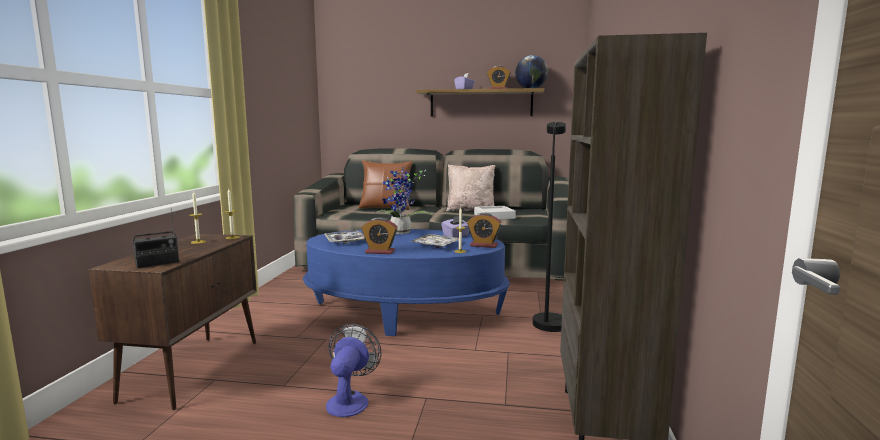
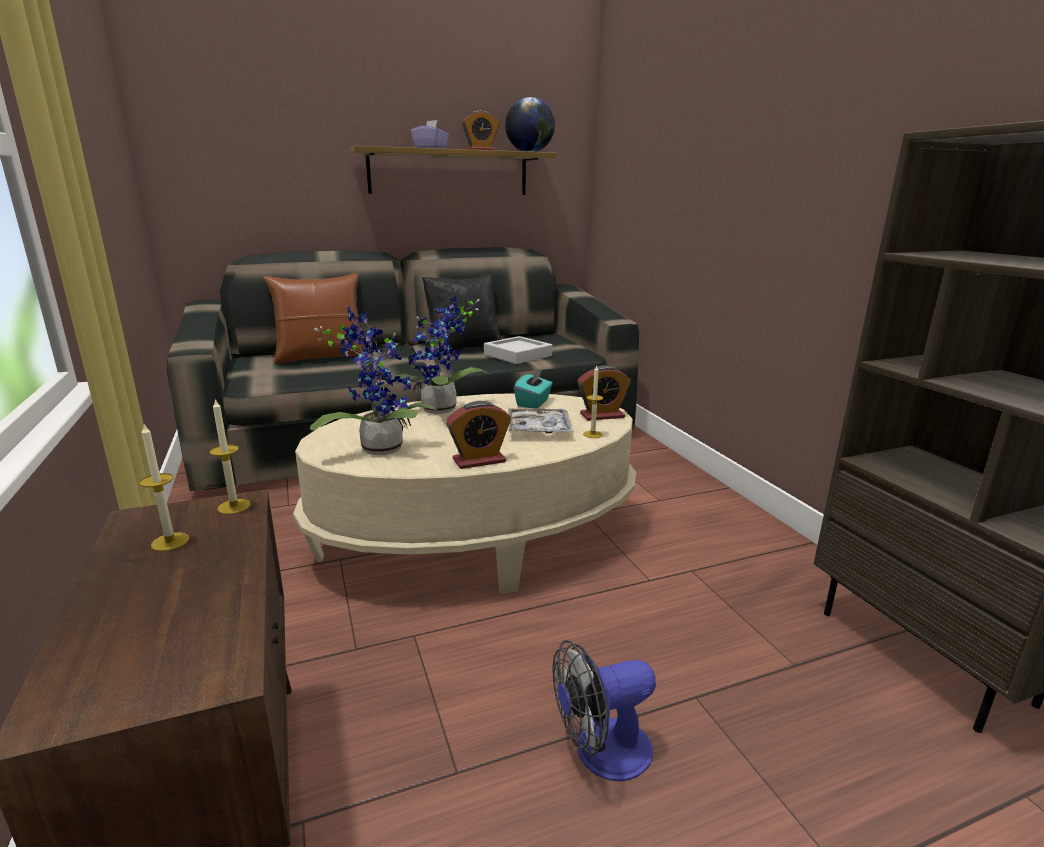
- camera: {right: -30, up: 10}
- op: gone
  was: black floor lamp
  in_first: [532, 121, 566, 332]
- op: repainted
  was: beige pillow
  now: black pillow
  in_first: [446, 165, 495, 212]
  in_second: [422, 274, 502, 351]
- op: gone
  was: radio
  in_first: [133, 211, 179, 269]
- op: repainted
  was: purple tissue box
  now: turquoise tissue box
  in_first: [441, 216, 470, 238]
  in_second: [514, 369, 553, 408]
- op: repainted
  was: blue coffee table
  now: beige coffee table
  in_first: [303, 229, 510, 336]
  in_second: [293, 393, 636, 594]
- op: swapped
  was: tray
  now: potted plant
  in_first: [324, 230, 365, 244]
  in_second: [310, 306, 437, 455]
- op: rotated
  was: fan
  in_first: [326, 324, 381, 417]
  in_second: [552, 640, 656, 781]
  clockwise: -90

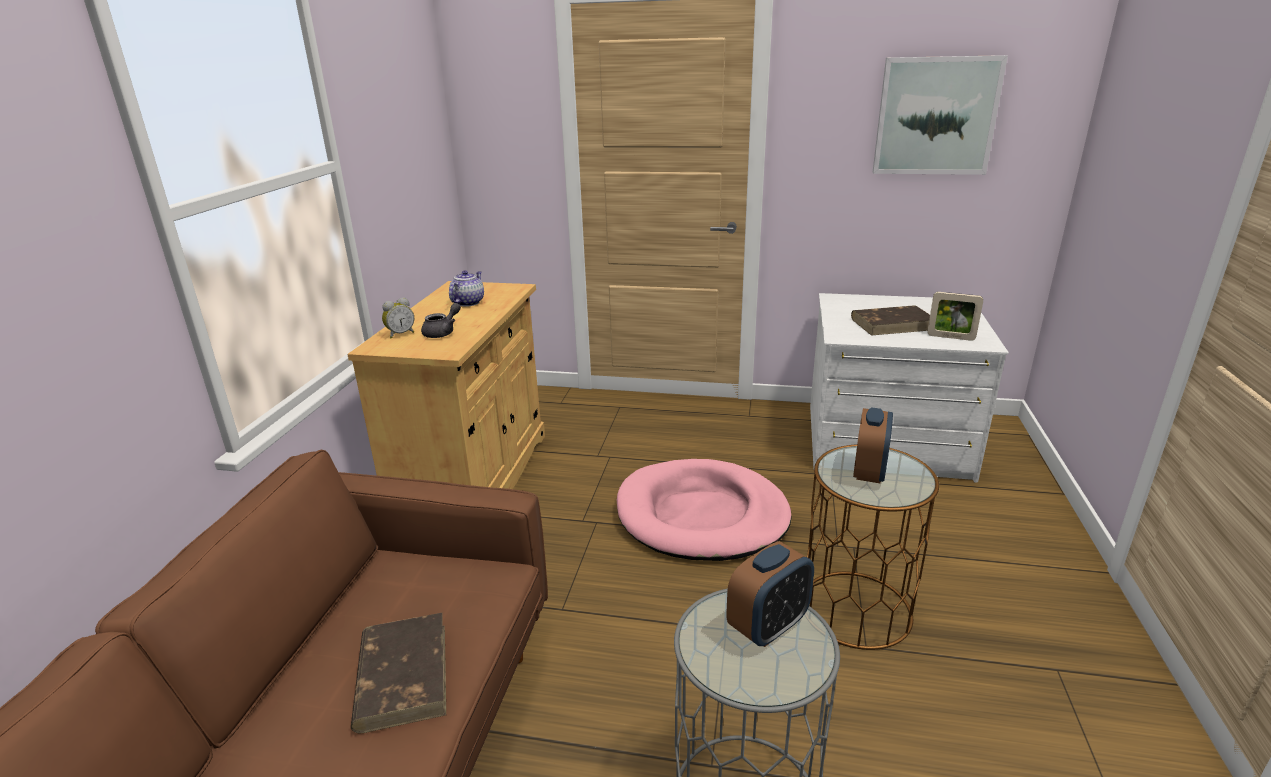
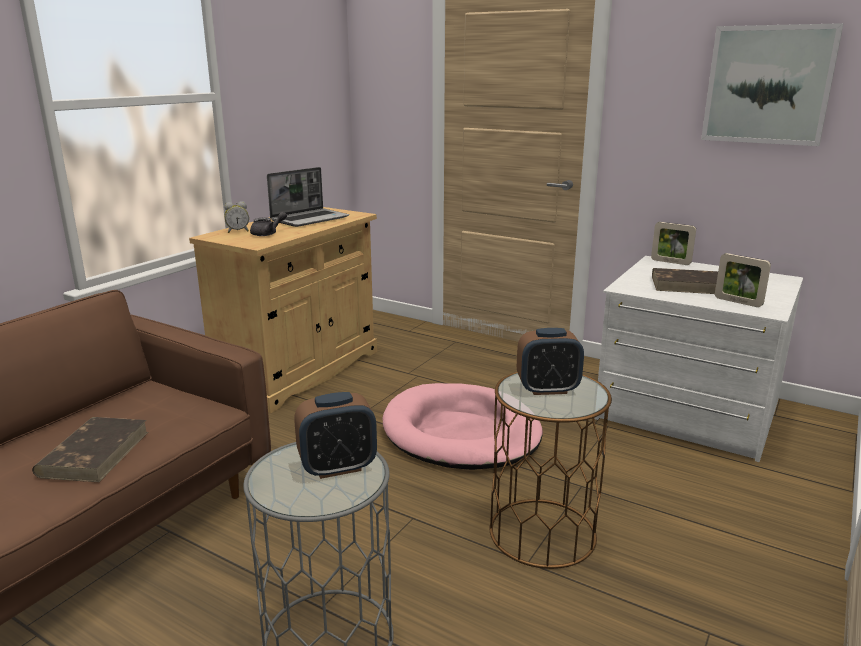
- camera: {right: 20, up: -5}
- op: swapped
  was: teapot
  now: laptop
  in_first: [449, 270, 484, 306]
  in_second: [267, 167, 349, 227]
- op: rotated
  was: alarm clock
  in_first: [853, 407, 893, 483]
  in_second: [517, 328, 584, 395]
  clockwise: 45
- op: new
  now: picture frame
  in_second: [651, 222, 696, 265]

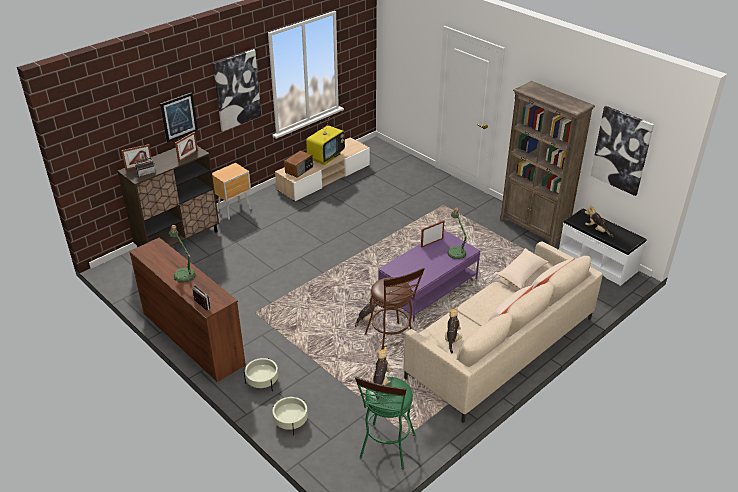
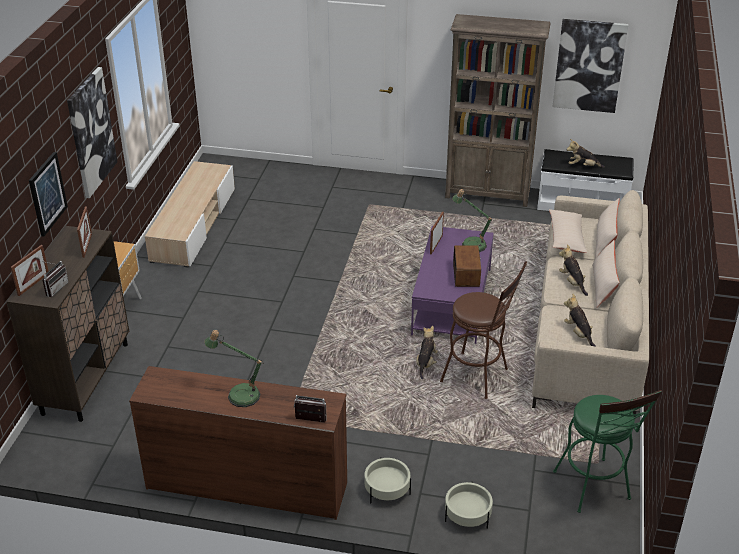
- camera: {right: -35, up: 0}
- op: gone
  was: television
  in_first: [306, 119, 345, 165]
- op: shifted
  was: radio
  in_first: [284, 151, 313, 178]
  in_second: [453, 245, 481, 287]
- op: shifted
  was: plush toy
  in_first: [371, 347, 391, 399]
  in_second: [559, 244, 588, 296]

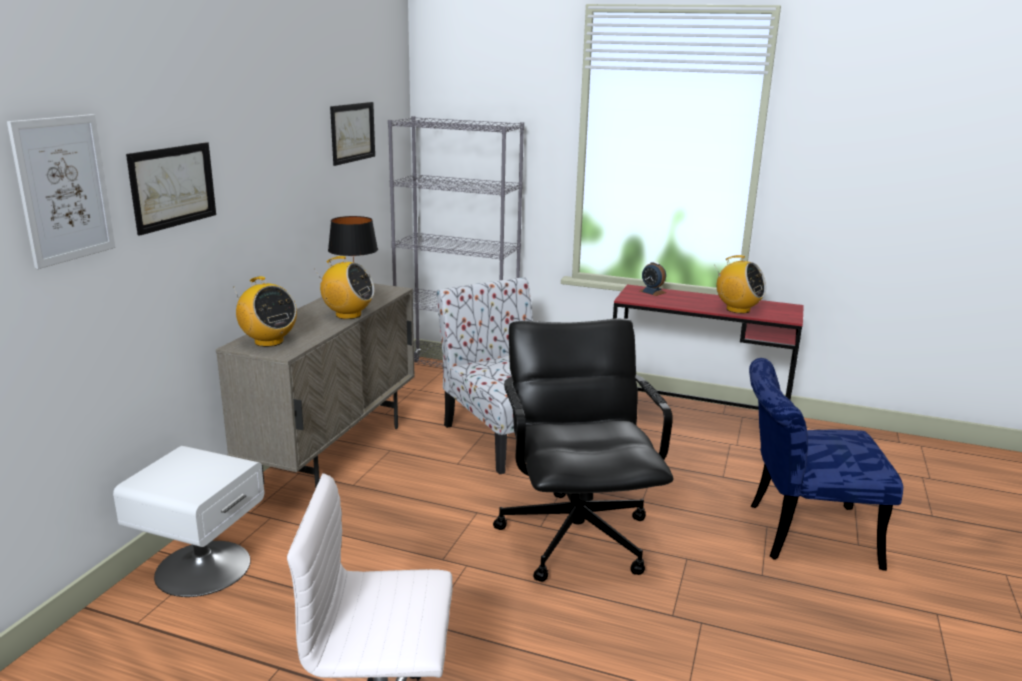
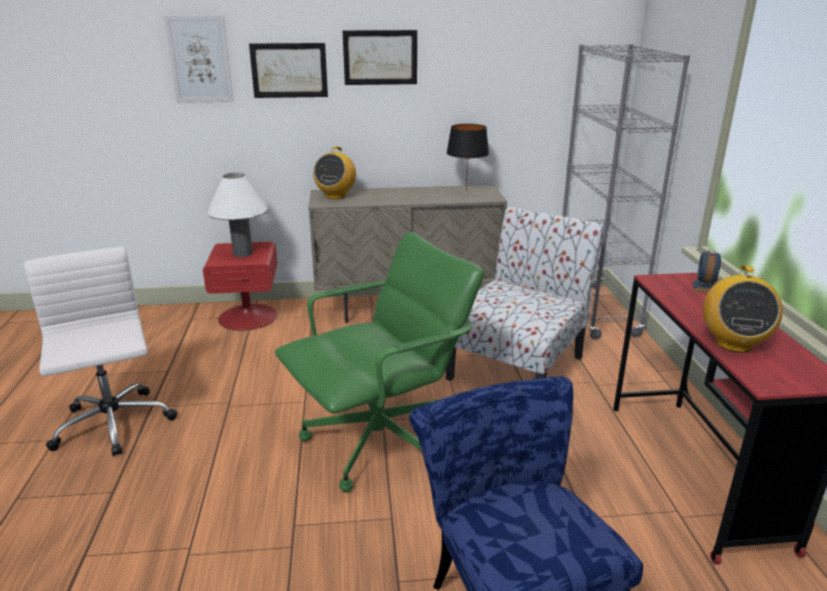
- camera: {right: 65, up: 5}
- op: shifted
  was: picture
  in_first: [330, 102, 375, 166]
  in_second: [343, 30, 417, 85]
- op: gone
  was: radio
  in_first: [314, 256, 374, 319]
- op: repainted
  was: black office chair
  now: green office chair
  in_first: [493, 318, 674, 582]
  in_second: [275, 232, 484, 493]
- op: repainted
  was: white nightstand
  now: red nightstand
  in_first: [113, 446, 264, 597]
  in_second: [203, 242, 277, 331]
- op: new
  now: white table lamp
  in_second: [207, 173, 268, 257]

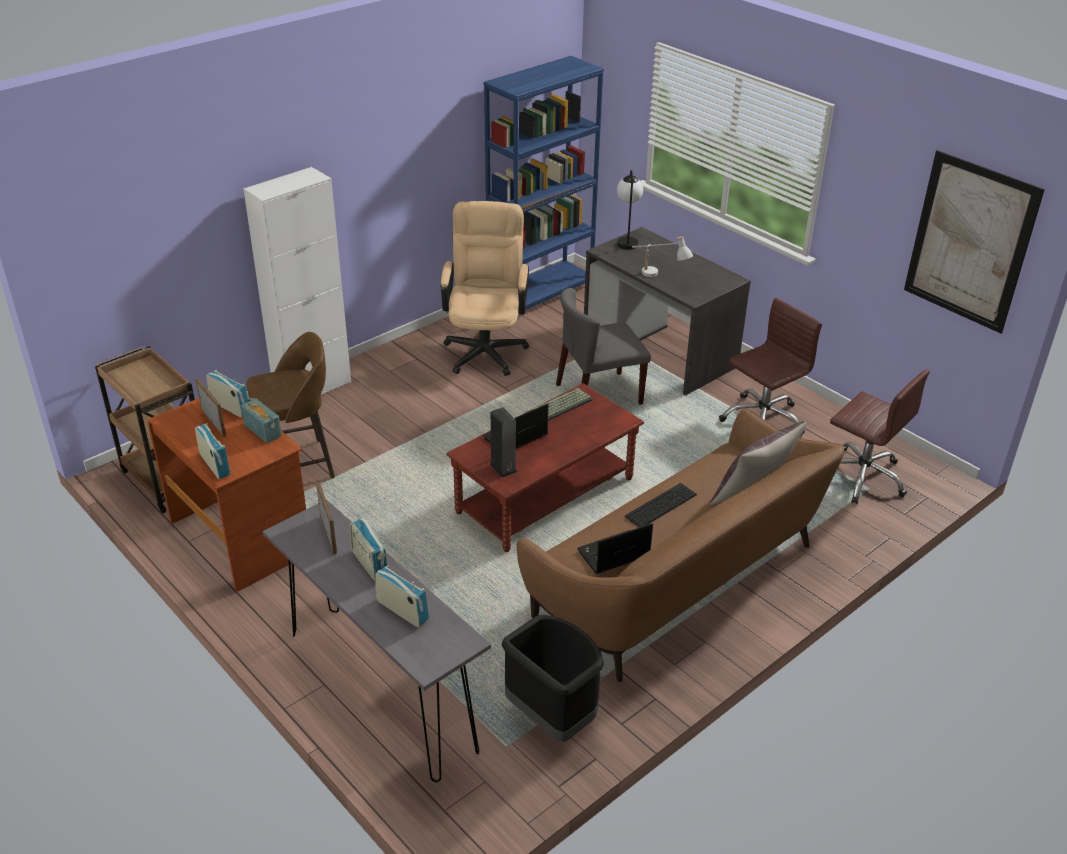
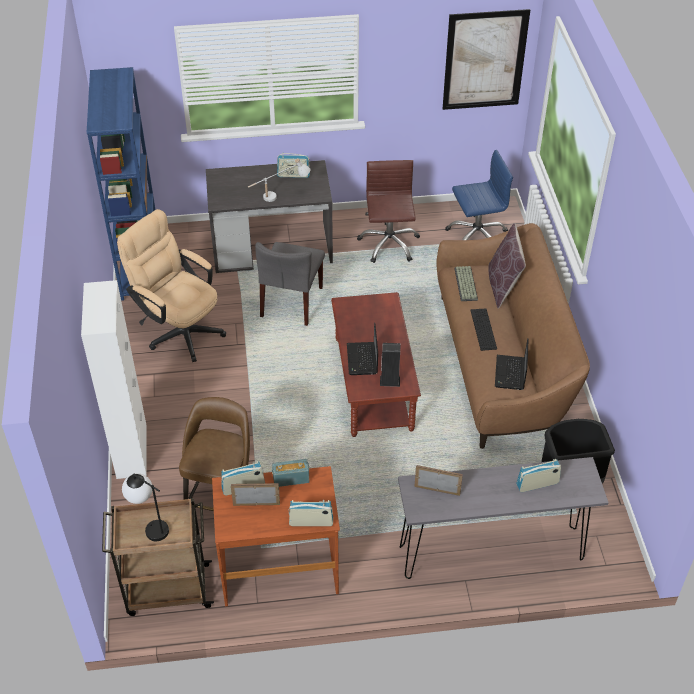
- camera: {right: -55, up: 10}
- op: shifted
  was: table lamp
  in_first: [617, 170, 643, 250]
  in_second: [122, 473, 169, 541]
- op: repainted
  was: brown office chair
  now: blue office chair
  in_first: [830, 370, 930, 504]
  in_second: [445, 150, 513, 240]
- op: shifted
  was: keyboard
  in_first: [530, 388, 592, 421]
  in_second: [454, 266, 478, 301]
- op: shifted
  was: radio
  in_first: [350, 517, 387, 582]
  in_second: [277, 153, 310, 178]

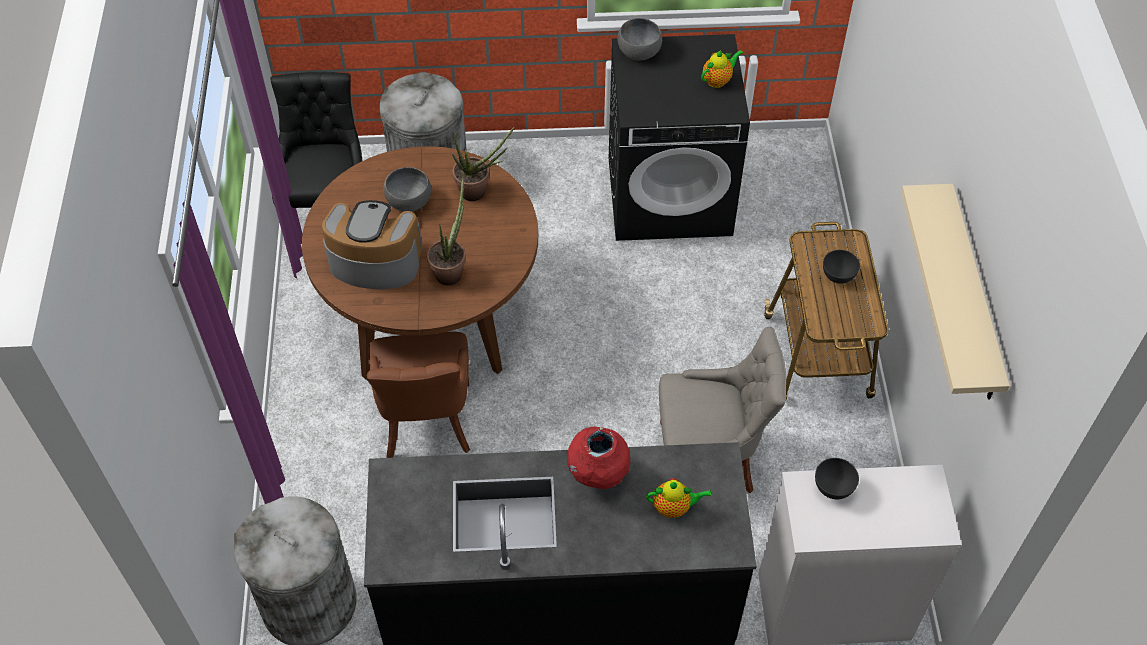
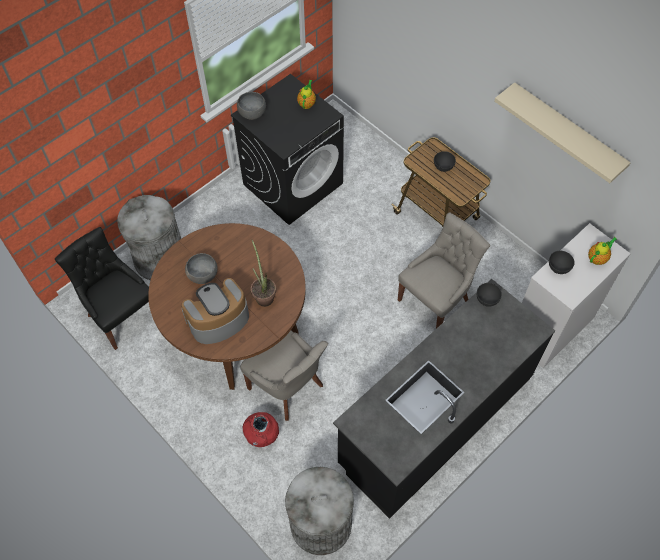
- camera: {right: -40, up: 5}
- op: gone
  was: potted plant
  in_first: [452, 127, 514, 201]
- op: repainted
  was: brown chair
  now: grey chair
  in_first: [367, 332, 470, 458]
  in_second: [240, 330, 328, 421]
- op: shifted
  was: red vase
  in_first: [567, 427, 630, 489]
  in_second: [242, 412, 279, 447]
- op: shifted
  was: teapot
  in_first: [646, 478, 712, 518]
  in_second: [588, 237, 617, 265]
- op: new
  now: grey bowl
  in_second: [477, 283, 502, 307]

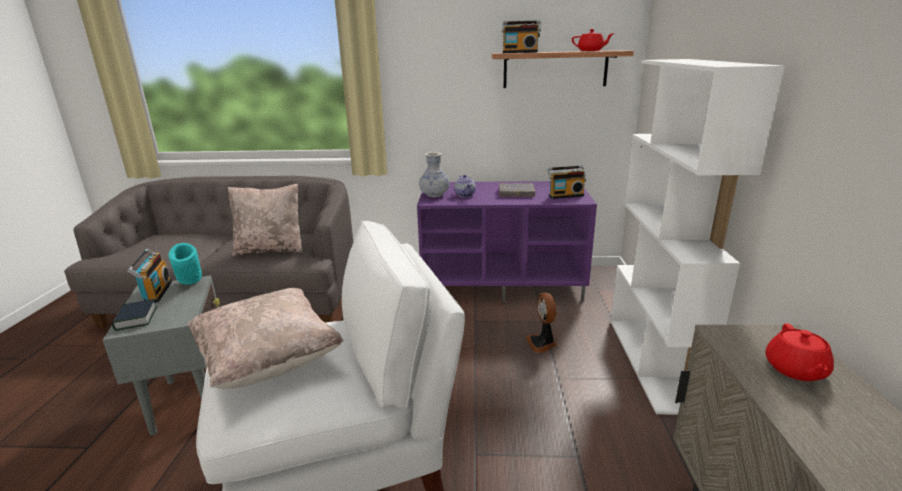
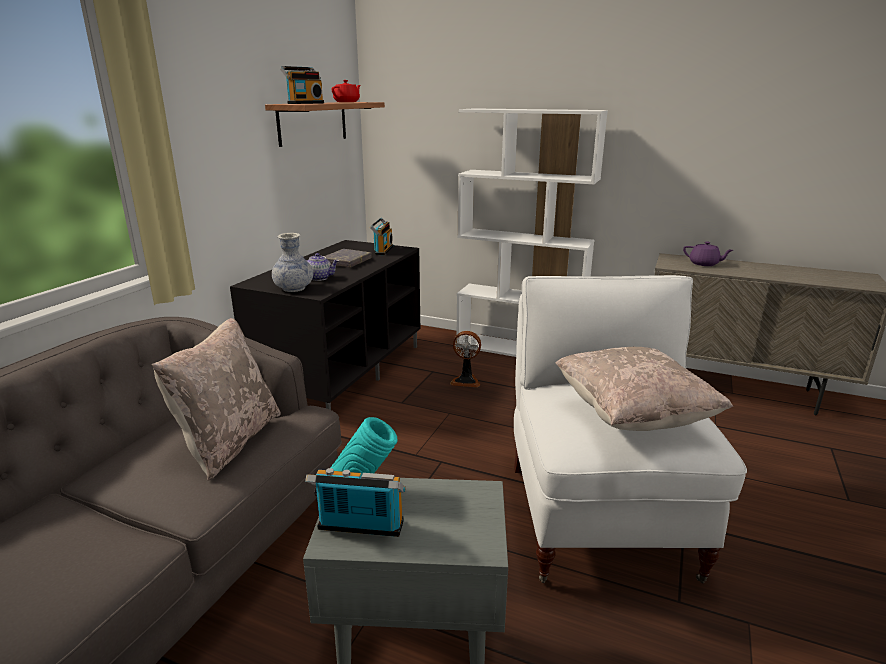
- camera: {right: -70, up: 0}
- op: repainted
  was: purple tv stand
  now: black tv stand
  in_first: [417, 181, 597, 302]
  in_second: [230, 240, 420, 410]
- op: gone
  was: book
  in_first: [112, 299, 157, 331]
- op: repainted
  was: red teapot
  now: purple teapot
  in_first: [765, 323, 834, 381]
  in_second: [683, 241, 733, 266]

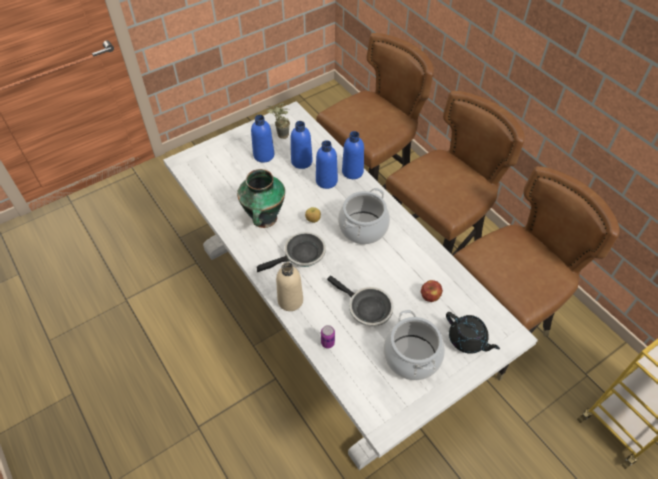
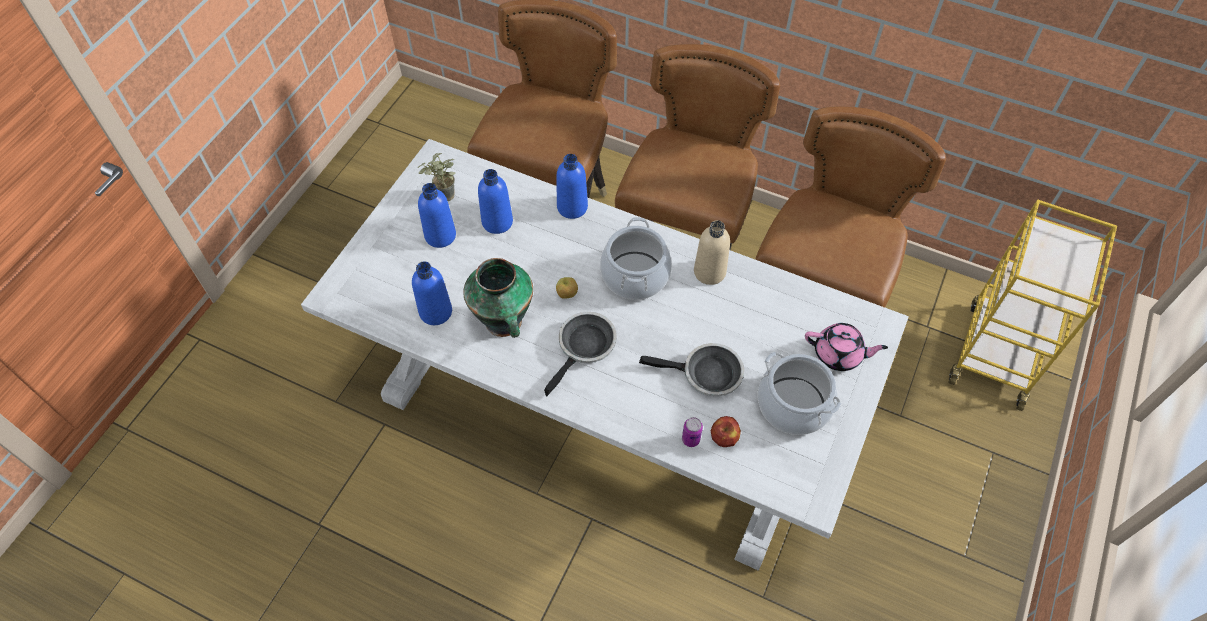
- camera: {right: -30, up: 5}
- op: shifted
  was: blue bottle
  in_first: [316, 140, 338, 189]
  in_second: [412, 261, 452, 325]
- op: shifted
  was: beige bottle
  in_first: [276, 262, 303, 311]
  in_second: [694, 220, 730, 285]
- op: shifted
  was: apple
  in_first: [421, 280, 443, 302]
  in_second: [711, 416, 741, 447]
- op: repainted
  was: black teapot
  now: pink teapot
  in_first: [446, 312, 500, 354]
  in_second: [805, 323, 888, 371]

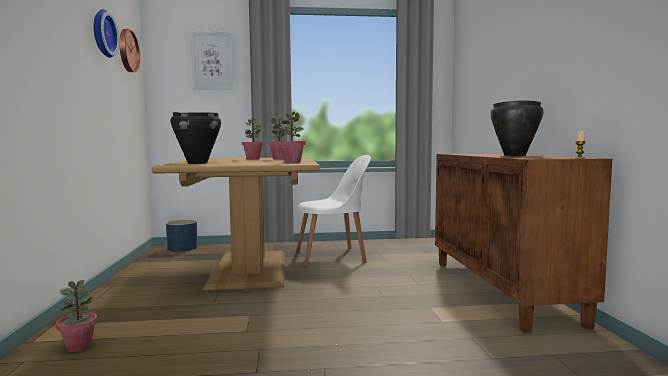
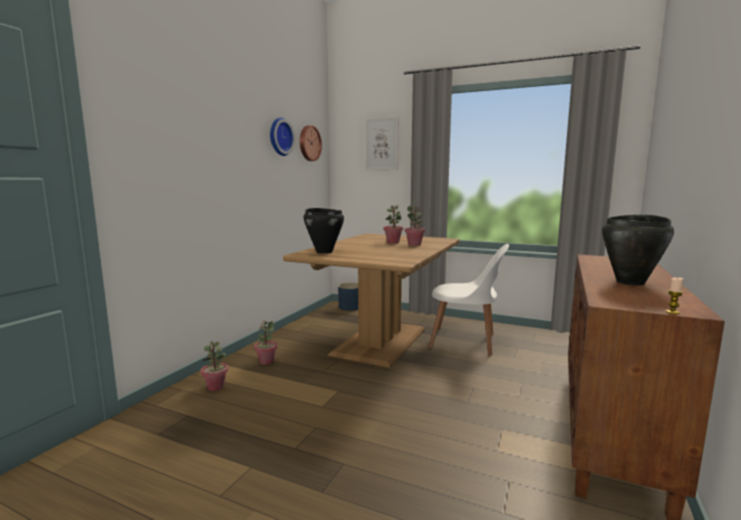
- camera: {right: 30, up: 5}
- op: shifted
  was: potted plant
  in_first: [279, 112, 306, 163]
  in_second: [254, 320, 277, 365]

